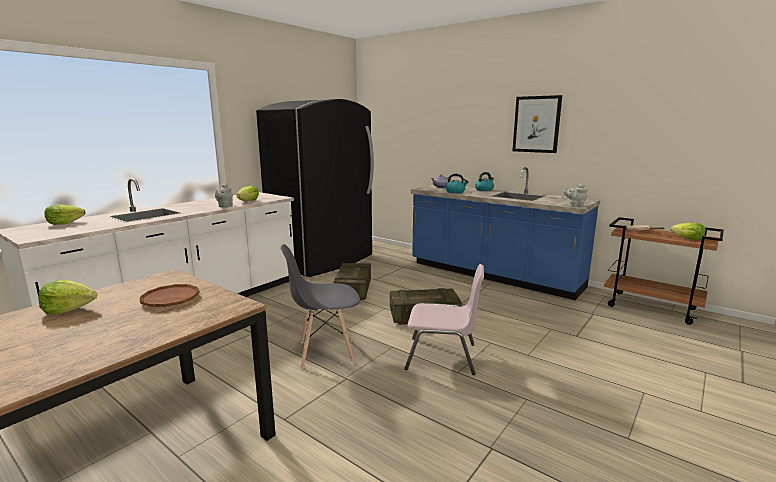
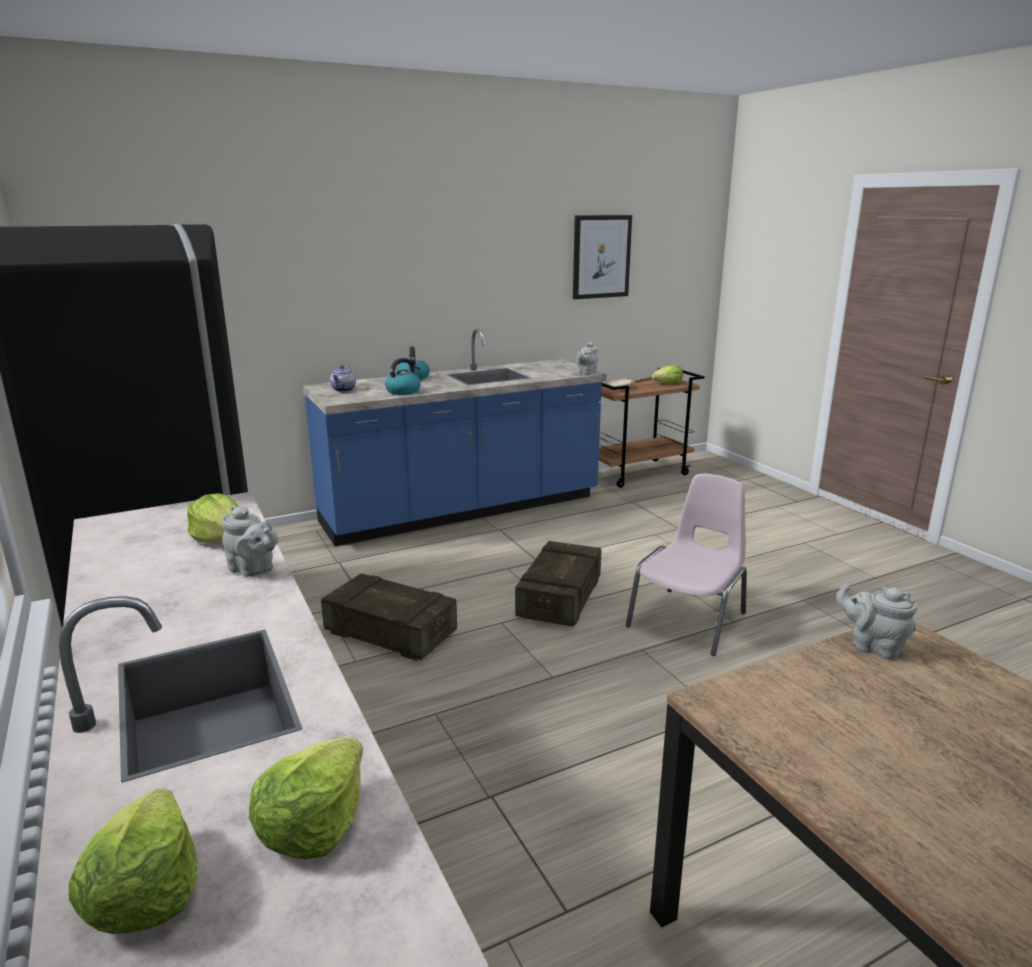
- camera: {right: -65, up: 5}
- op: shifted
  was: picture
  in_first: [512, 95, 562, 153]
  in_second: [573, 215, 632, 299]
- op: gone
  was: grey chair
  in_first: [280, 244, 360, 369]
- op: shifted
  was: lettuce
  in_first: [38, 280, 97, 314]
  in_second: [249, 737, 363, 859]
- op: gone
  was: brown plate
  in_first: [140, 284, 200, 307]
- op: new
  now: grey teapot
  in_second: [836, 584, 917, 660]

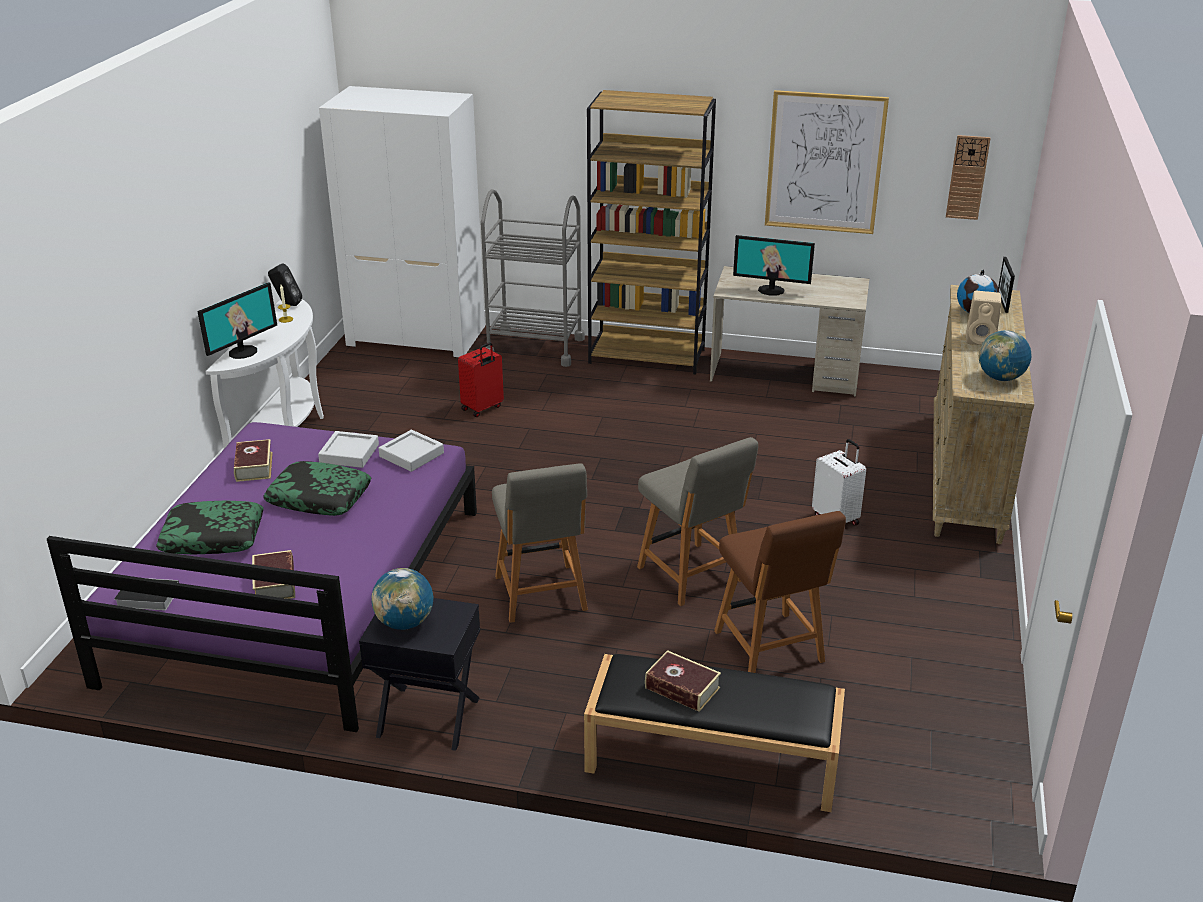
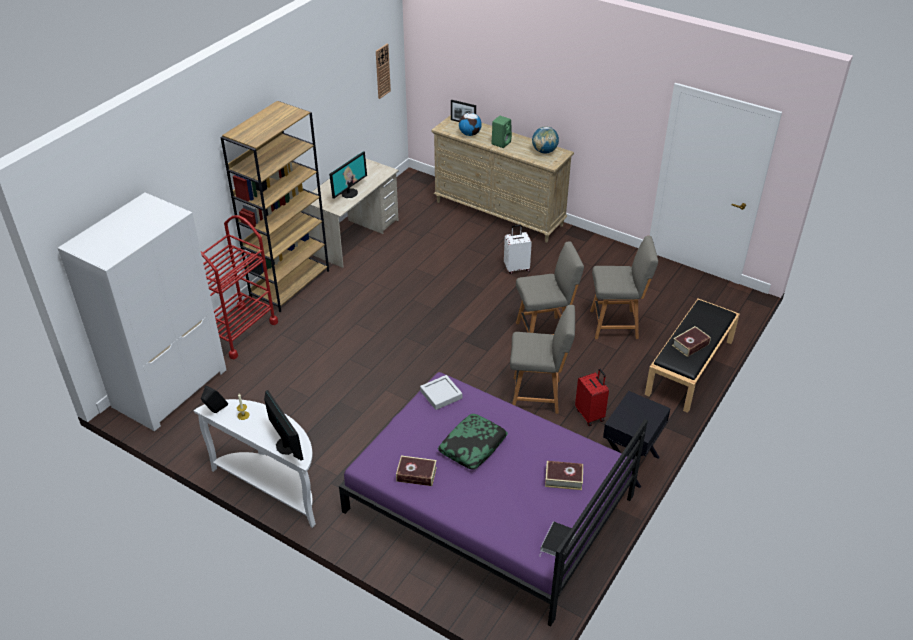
- camera: {right: -70, up: 10}
- op: gone
  was: picture
  in_first: [765, 90, 889, 234]
- op: repainted
  was: grey cart
  now: red cart
  in_first: [481, 189, 585, 367]
  in_second: [201, 215, 278, 359]
- op: repainted
  was: beige speaker
  now: green speaker
  in_first: [966, 291, 1001, 345]
  in_second: [491, 116, 512, 148]
- op: shifted
  was: red suitcase
  in_first: [458, 342, 504, 417]
  in_second: [575, 369, 609, 426]
- op: gone
  was: grey tray
  in_first: [318, 431, 379, 468]
- op: gone
  was: pillow
  in_first: [156, 500, 264, 554]
- op: repainted
  was: brown chair
  now: grey chair
  in_first: [714, 511, 846, 673]
  in_second: [590, 236, 658, 339]
- op: gone
  was: globe
  in_first: [371, 568, 433, 630]

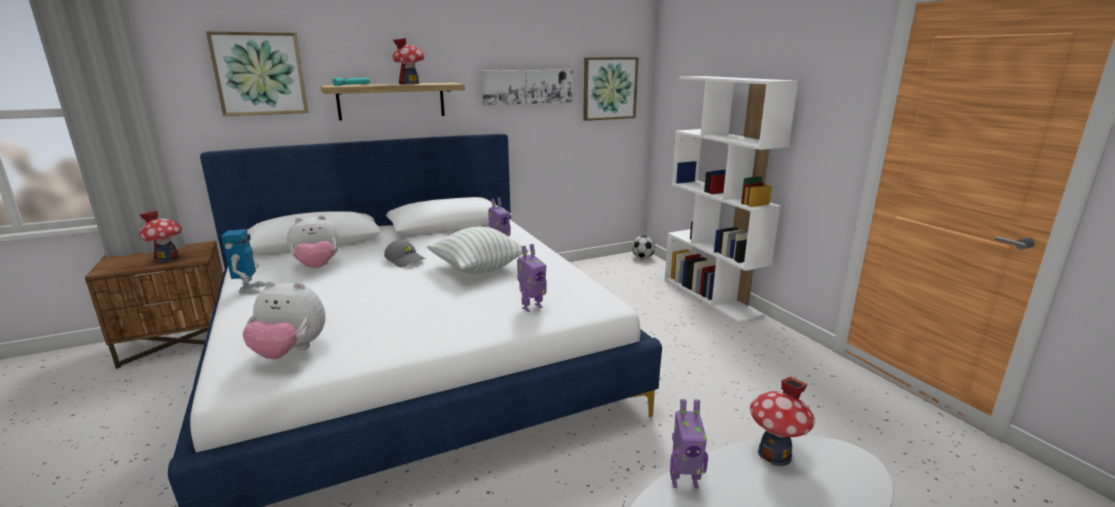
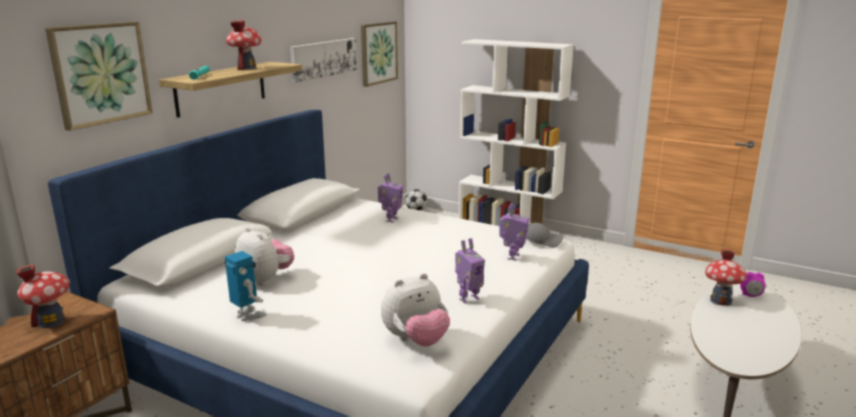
- camera: {right: -35, up: 0}
- op: rotated
  was: plush toy
  in_first: [287, 215, 339, 268]
  in_second: [235, 227, 294, 286]
  clockwise: -75
- op: gone
  was: pillow
  in_first: [427, 227, 529, 274]
- op: shifted
  was: grey cap
  in_first: [384, 240, 425, 268]
  in_second: [526, 223, 563, 248]
- op: shifted
  was: toy robot
  in_first: [670, 399, 708, 489]
  in_second: [455, 238, 485, 304]
- op: new
  now: alarm clock
  in_second: [740, 272, 765, 297]

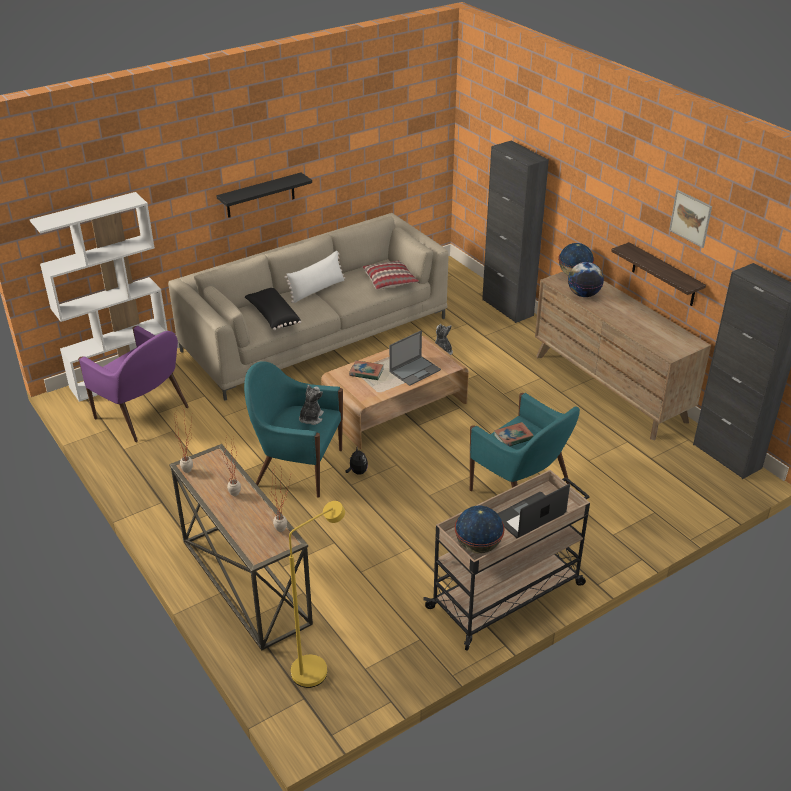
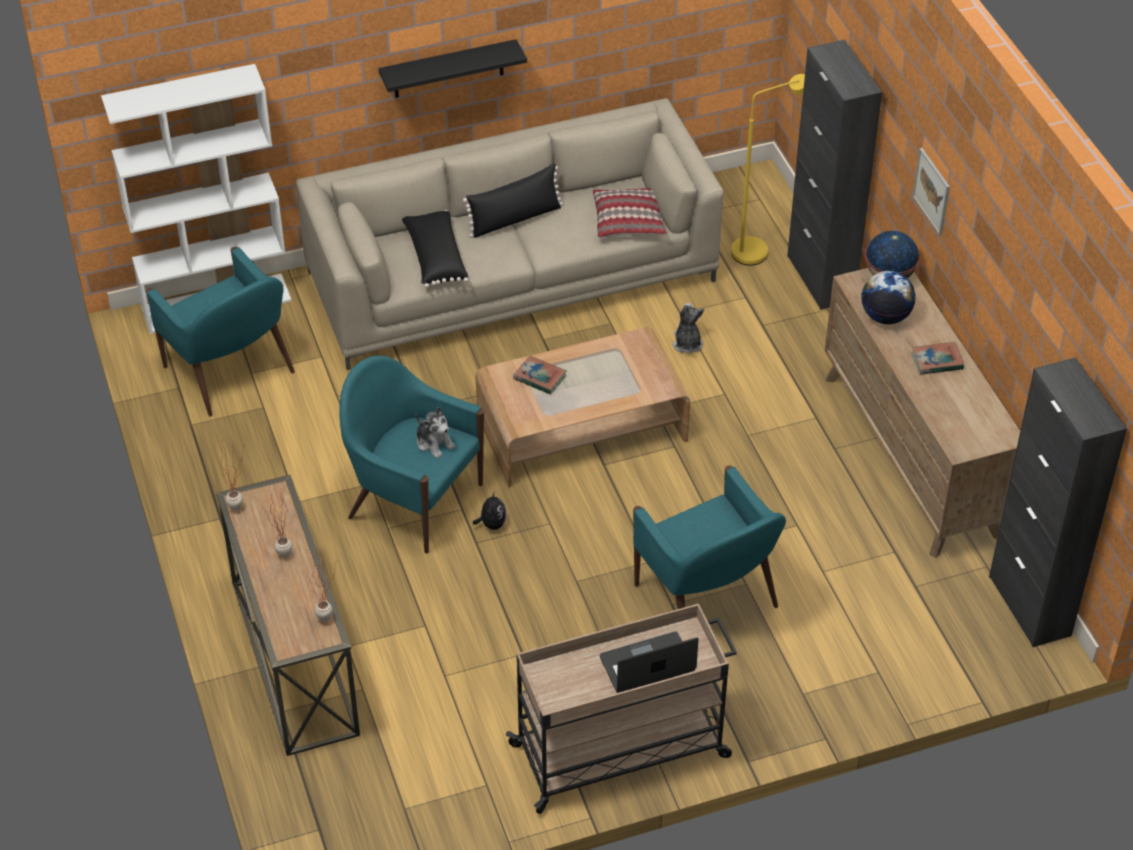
- camera: {right: 15, up: 10}
- op: shifted
  was: picture
  in_first: [669, 190, 712, 248]
  in_second: [913, 148, 950, 235]
- op: gone
  was: shelf
  in_first: [611, 242, 706, 306]
- op: repainted
  was: white pillow
  now: black pillow
  in_first: [284, 251, 345, 303]
  in_second: [463, 164, 563, 238]
- op: repainted
  was: purple armchair
  now: turquoise armchair
  in_first: [78, 326, 189, 442]
  in_second: [146, 247, 295, 416]
- op: gone
  was: laptop
  in_first: [389, 330, 441, 386]
- op: rotated
  was: plush toy
  in_first: [299, 385, 324, 425]
  in_second: [415, 407, 455, 459]
  clockwise: 105
- op: shifted
  was: book
  in_first: [494, 422, 534, 446]
  in_second: [911, 342, 964, 375]
- op: shifted
  was: yellow floor lamp
  in_first: [289, 501, 345, 688]
  in_second: [731, 74, 805, 265]
- op: gone
  was: globe
  in_first: [455, 505, 504, 554]

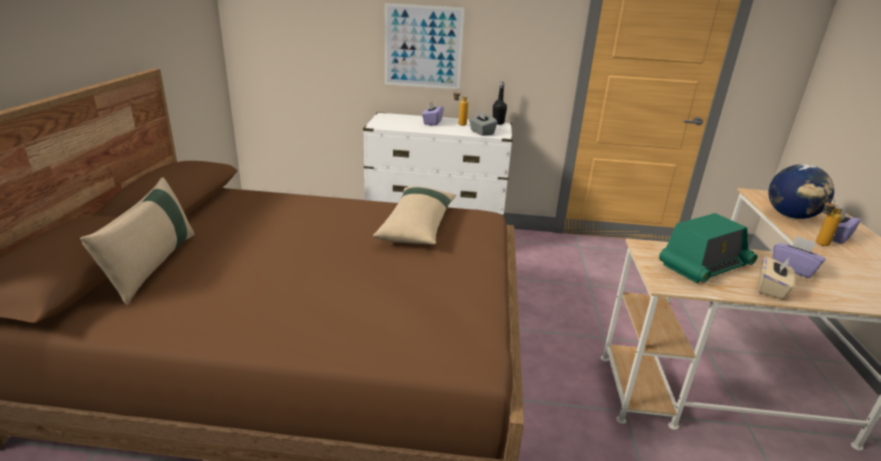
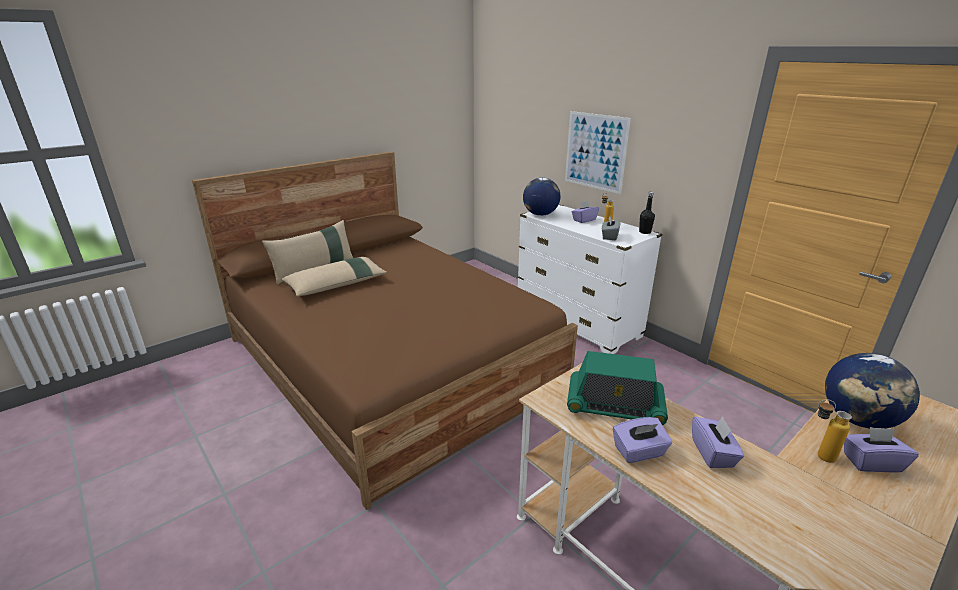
- camera: {right: 45, up: 0}
- op: shifted
  was: beige pillow
  in_first: [373, 186, 456, 245]
  in_second: [281, 257, 387, 296]
- op: repainted
  was: beige tissue box
  now: purple tissue box
  in_first: [758, 256, 795, 300]
  in_second: [613, 417, 672, 463]
- op: new
  now: globe
  in_second: [523, 178, 560, 216]

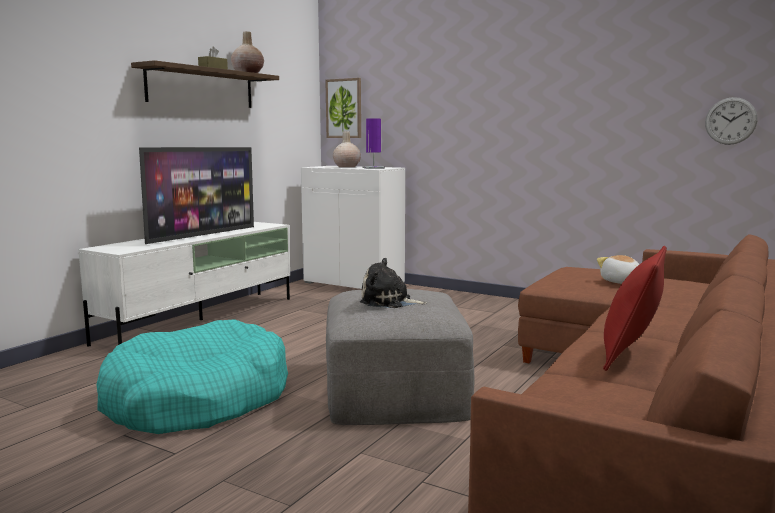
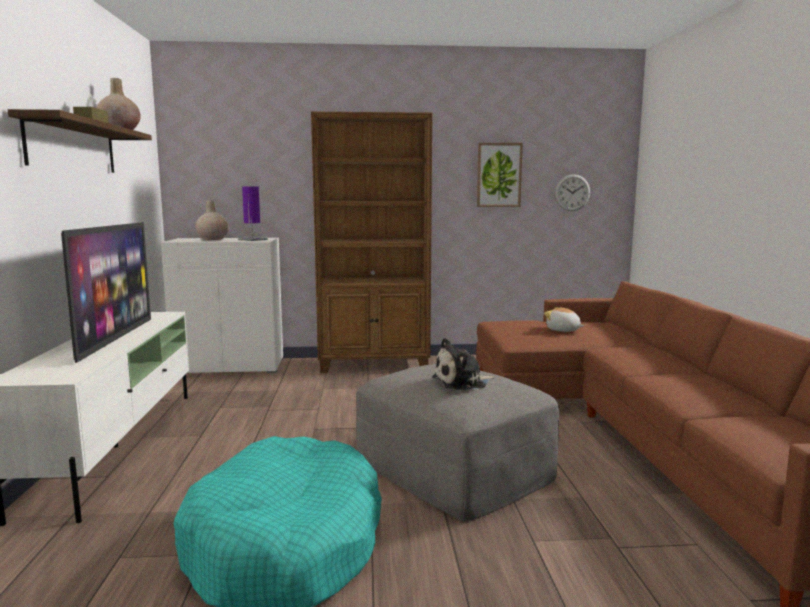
- camera: {right: -35, up: 0}
- op: shifted
  was: picture
  in_first: [325, 78, 361, 138]
  in_second: [477, 143, 523, 207]
- op: gone
  was: red pillow
  in_first: [603, 246, 667, 371]
- op: new
  now: brown bookcase
  in_second: [311, 112, 432, 373]

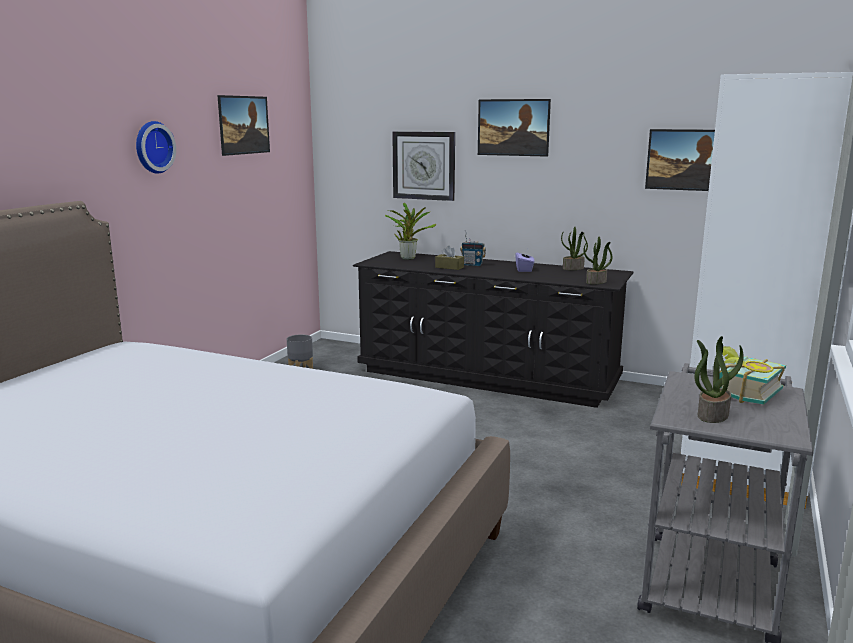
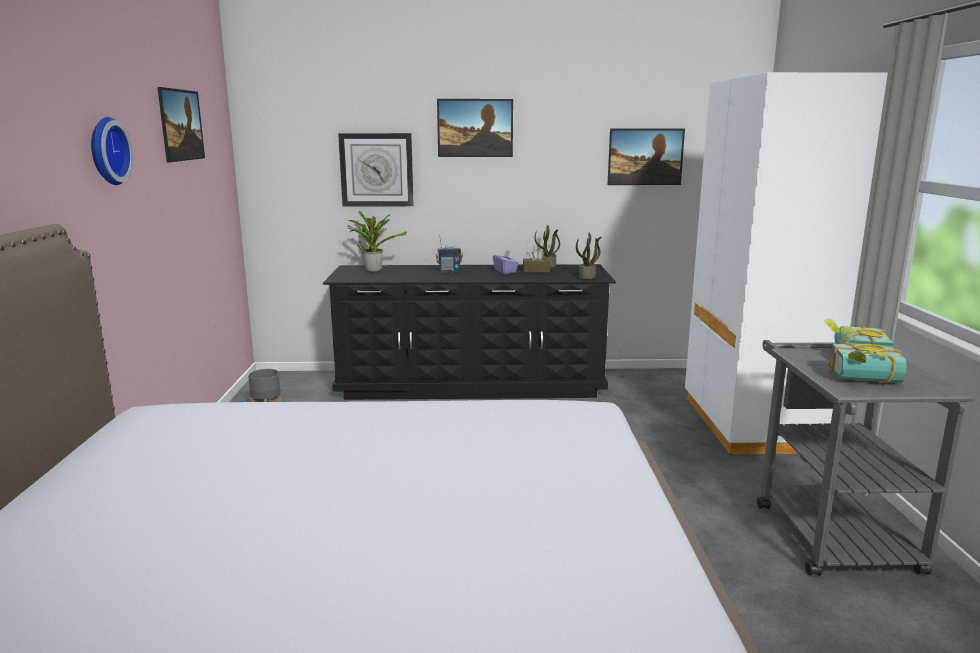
- camera: {right: -25, up: 0}
- op: shifted
  was: brown tissue box
  in_first: [435, 246, 464, 270]
  in_second: [523, 249, 550, 273]
- op: swapped
  was: potted plant
  now: book
  in_first: [694, 336, 744, 423]
  in_second: [828, 342, 907, 383]

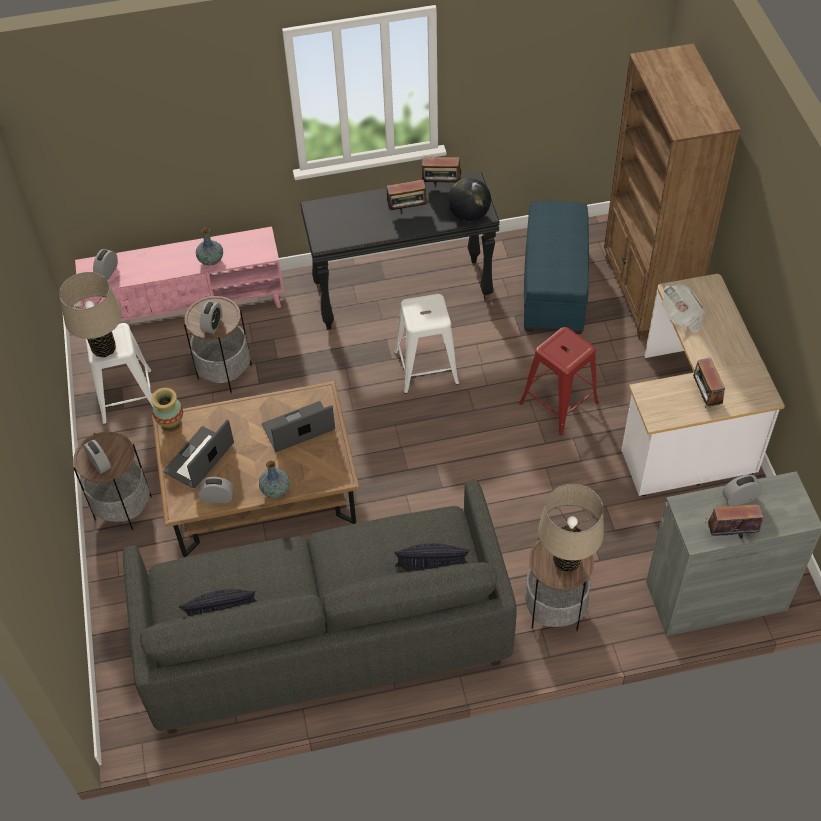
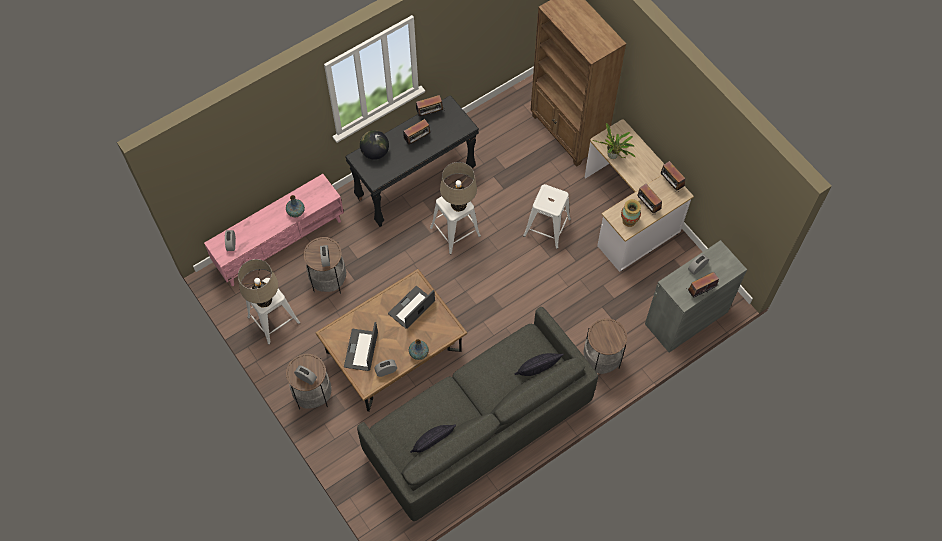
- camera: {right: -25, up: 10}
- op: shifted
  was: globe
  in_first: [448, 178, 491, 222]
  in_second: [360, 130, 389, 160]
- op: gone
  was: blue ottoman
  in_first: [524, 201, 589, 334]
- op: swapped
  was: newspaper
  now: potted plant
  in_first: [662, 284, 706, 333]
  in_second: [592, 123, 635, 159]
- op: repainted
  was: red stool
  now: white stool
  in_first: [519, 327, 599, 436]
  in_second: [523, 184, 571, 249]
- op: shifted
  was: vase
  in_first: [151, 388, 183, 434]
  in_second: [621, 199, 641, 227]
- op: shifted
  was: beige table lamp
  in_first: [538, 484, 604, 572]
  in_second: [440, 162, 477, 212]
- op: new
  now: radio
  in_second: [661, 161, 686, 192]

